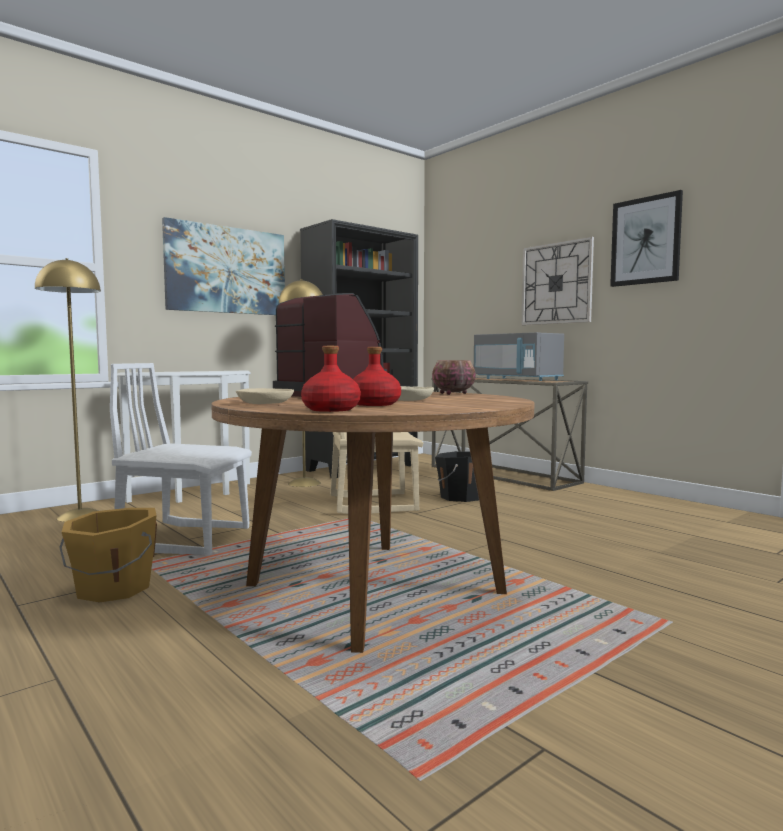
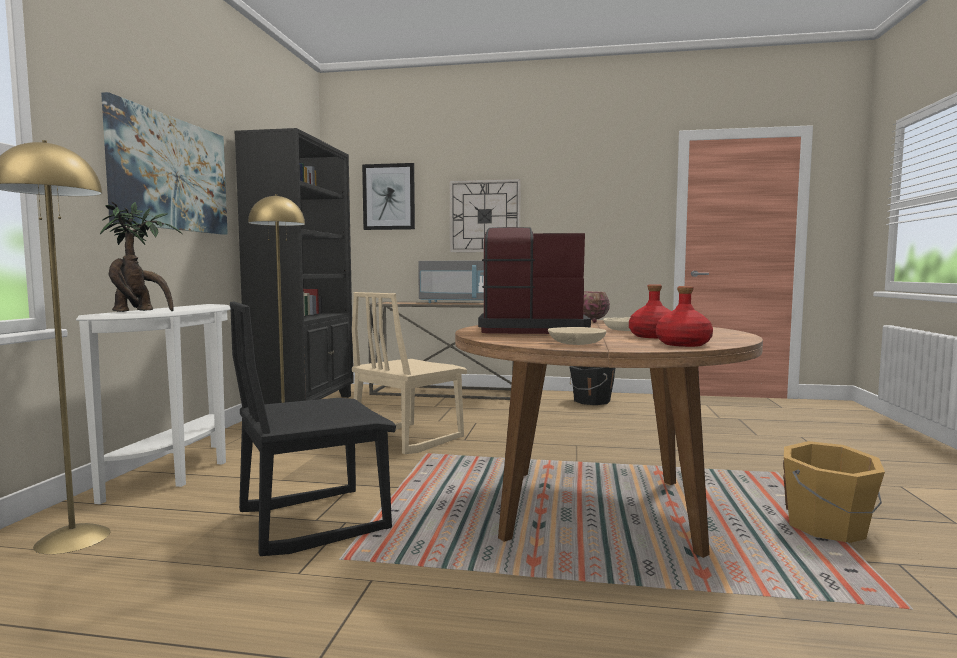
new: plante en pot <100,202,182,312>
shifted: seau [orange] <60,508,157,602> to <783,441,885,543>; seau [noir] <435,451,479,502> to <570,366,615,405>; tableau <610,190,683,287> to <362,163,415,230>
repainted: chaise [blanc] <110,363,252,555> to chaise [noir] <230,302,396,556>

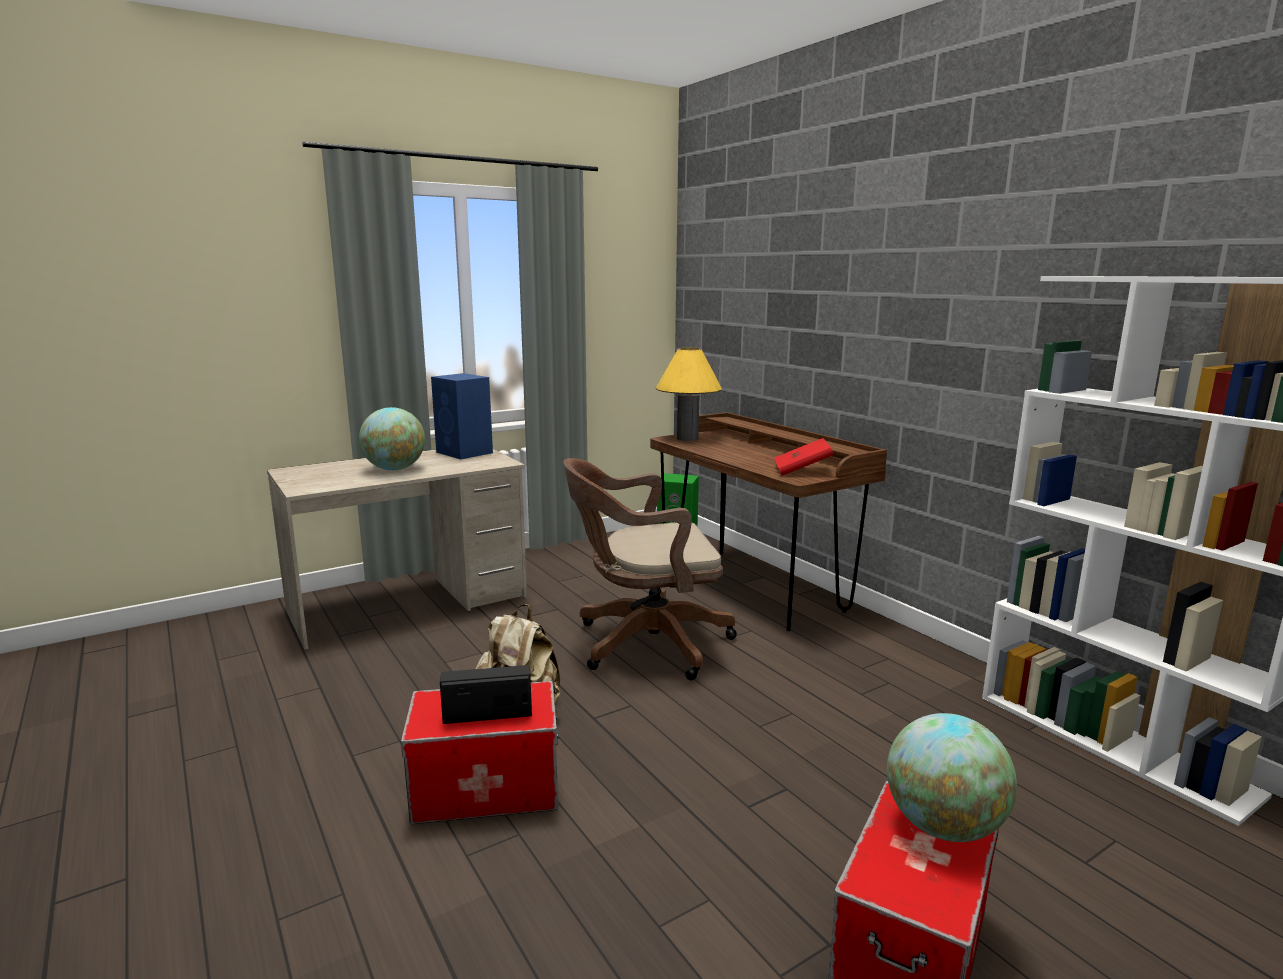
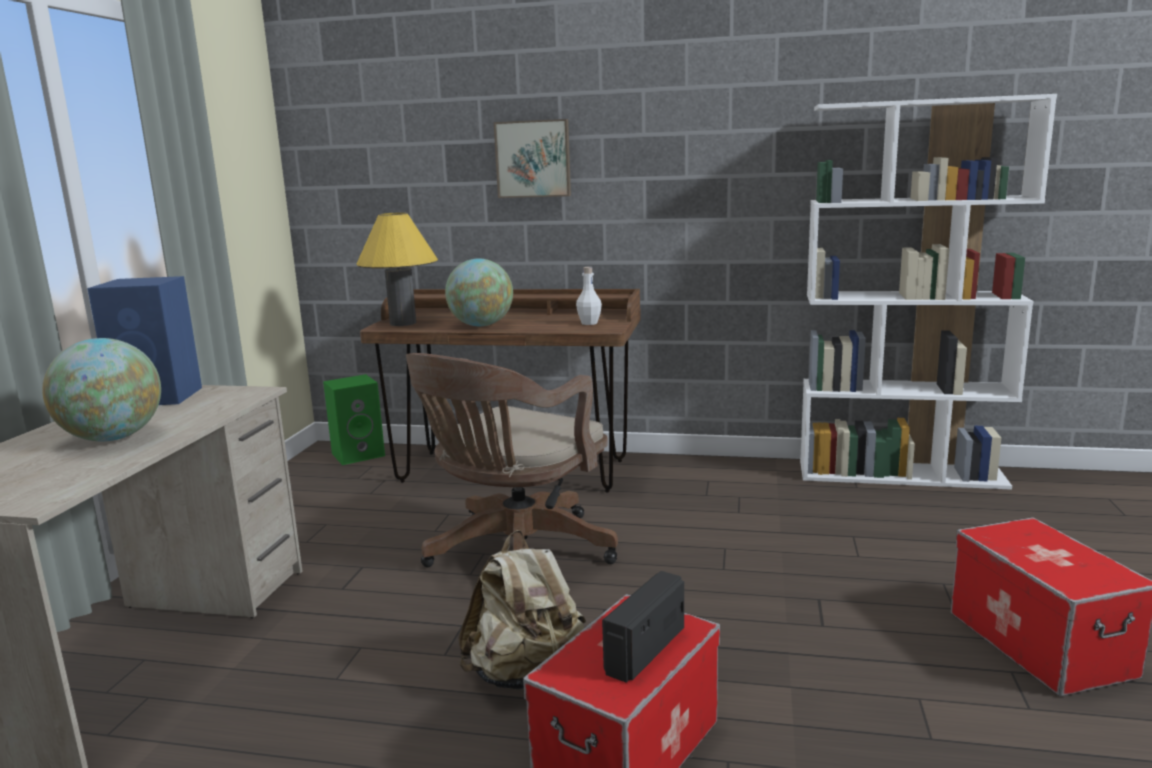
new: tableau <494,119,571,198>
shifted: globe <887,713,1017,842> to <445,259,513,326>
swapped: livre [rouge] <774,438,834,476> to bouteille [blanc] <576,267,602,325>

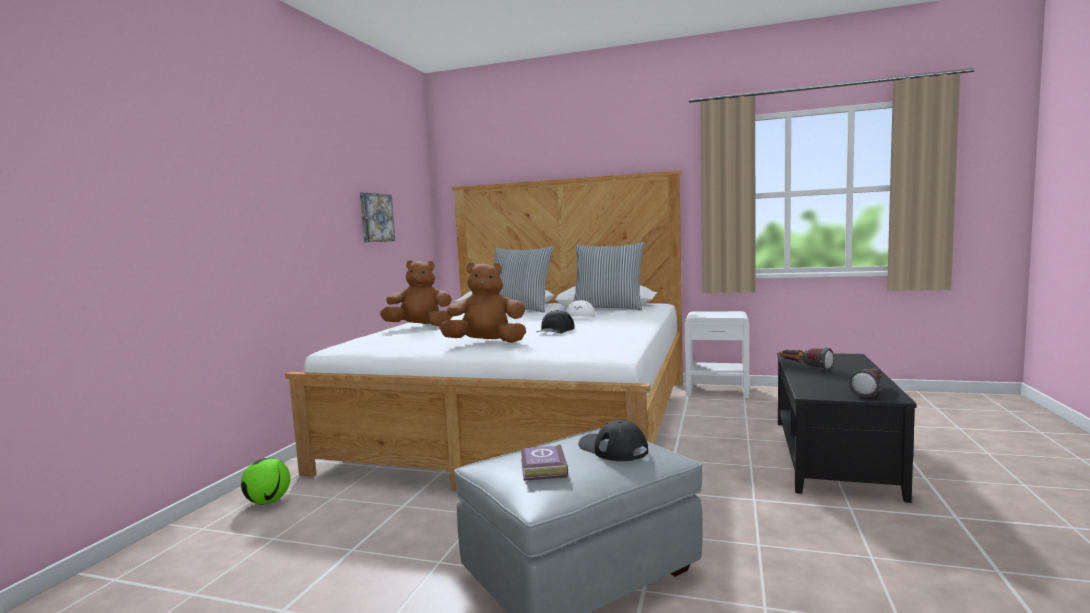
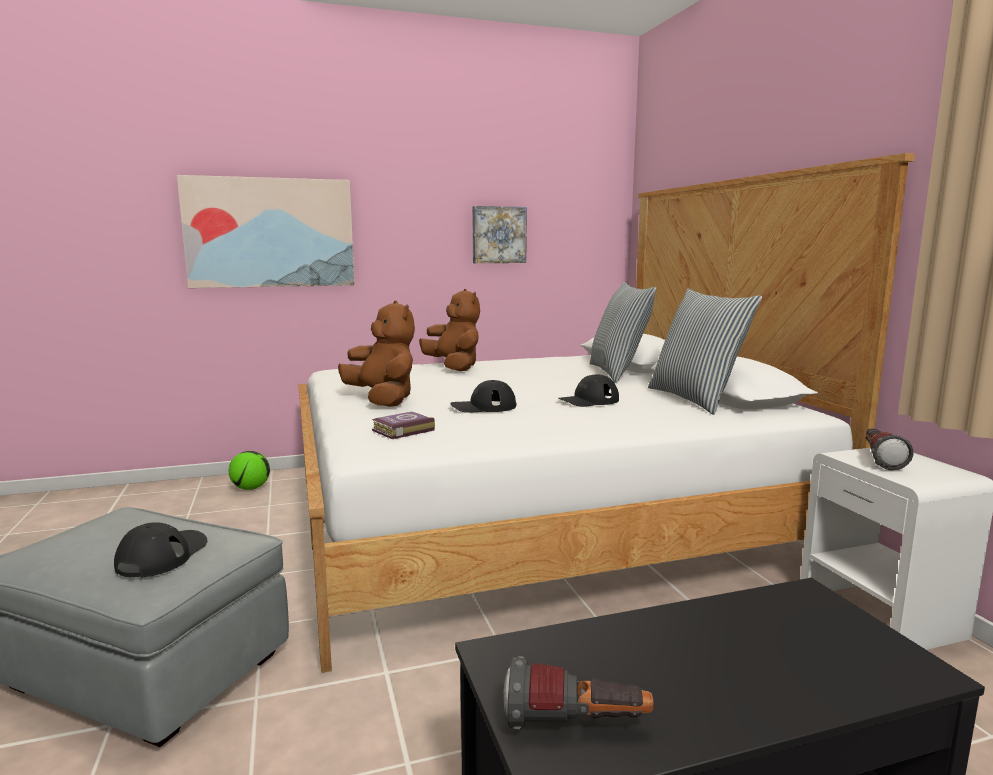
new: tableau <177,175,355,288>
shifted: livre <521,444,568,481> to <372,412,435,439>; lampe de poche <780,348,834,371> to <865,428,913,470>
repainted: casquette [blanc] <566,300,595,320> to casquette [noir] <558,374,619,407>

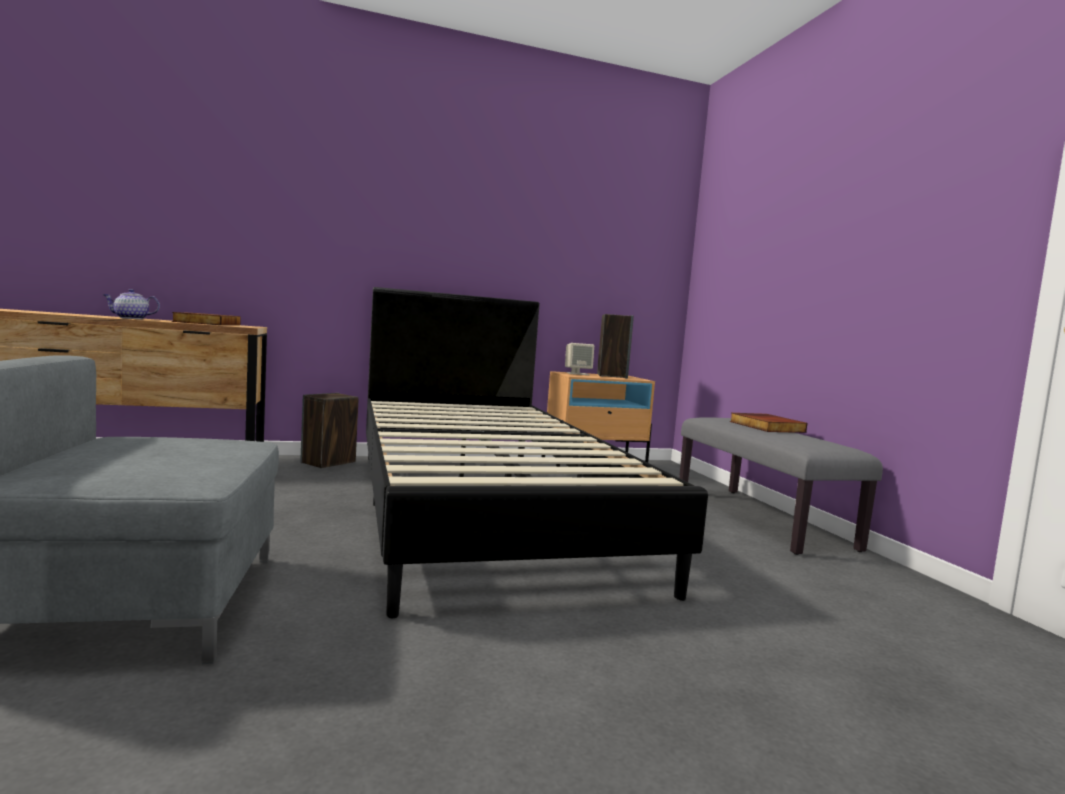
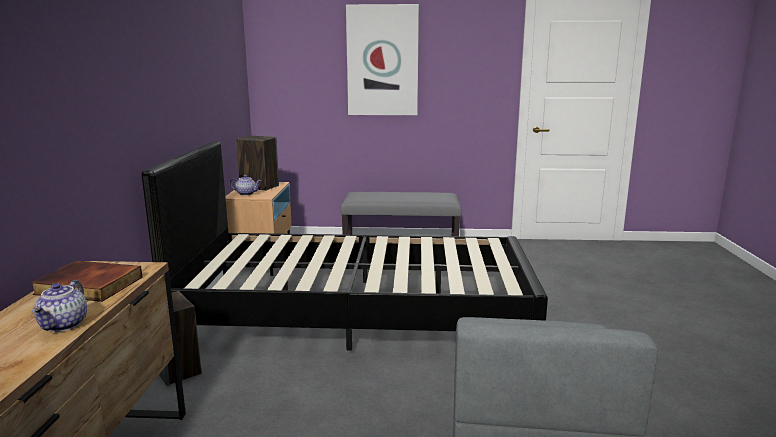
gone: livre <730,413,807,433>
new: tableau <346,4,419,115>
swapped: enceinte [beige] <565,343,594,375> to théière <230,175,261,196>

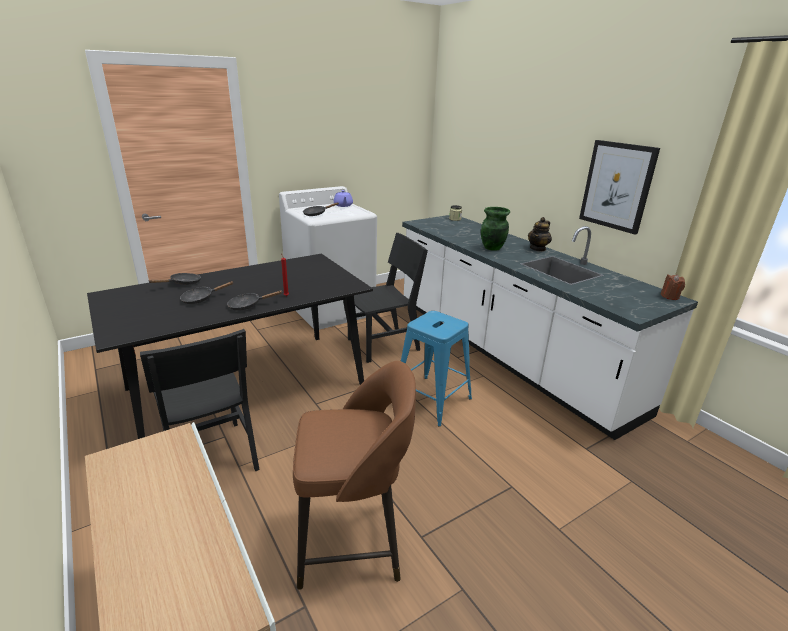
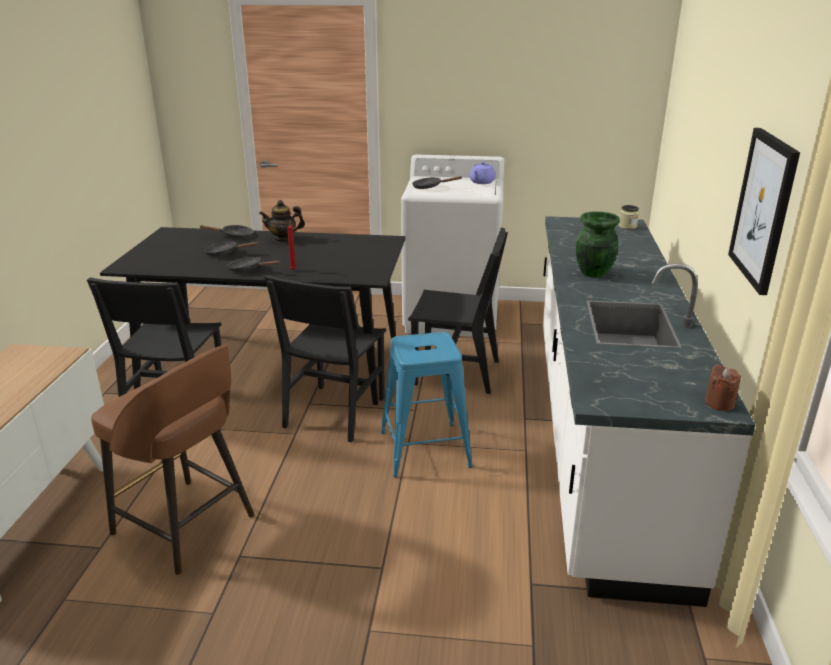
new: chaise [noir] <264,275,386,442>
shifted: théière <528,217,552,252> to <259,200,305,242>

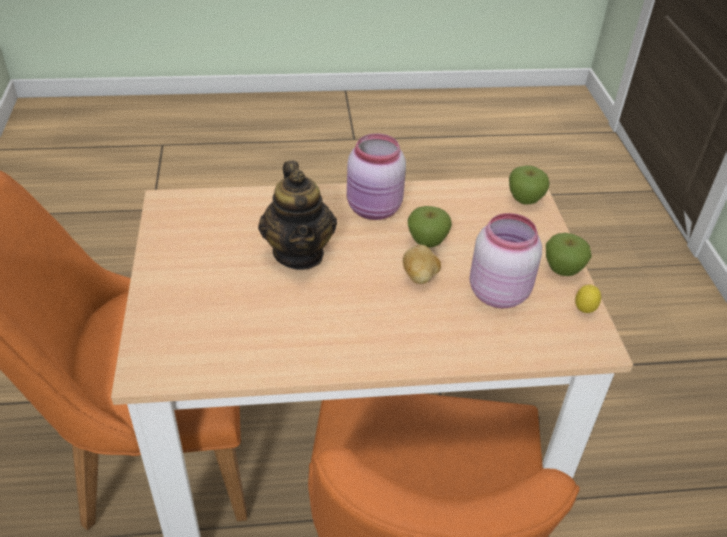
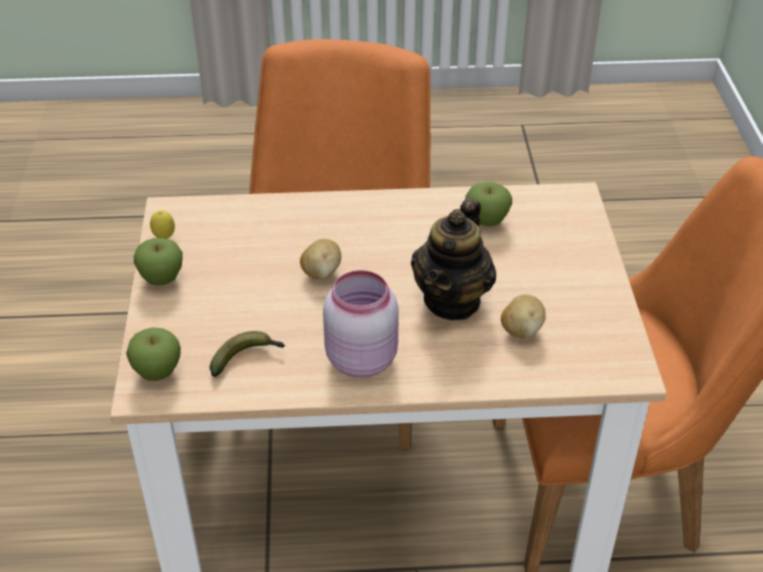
gone: bocal [rose] <469,213,542,308>
new: banane <210,331,285,377>; pomme de terre <501,294,546,338>
shifted: pomme <408,206,452,247> to <465,182,512,226>
rotated: théière <258,161,337,270> = <411,198,497,320> 150 degrees counterclockwise

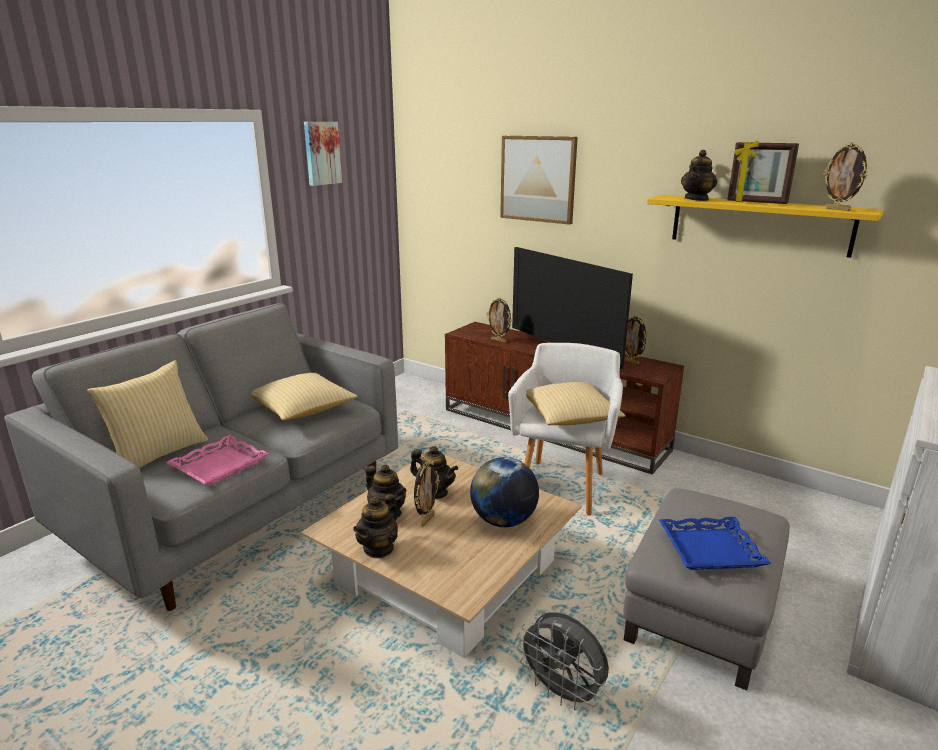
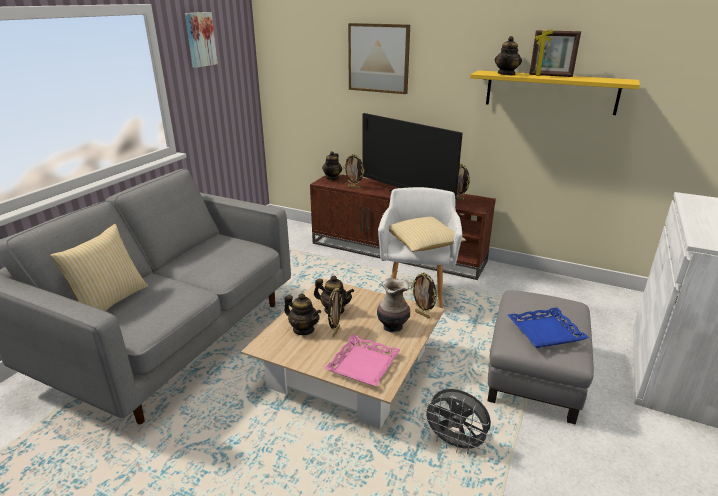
gone: coussin <252,373,358,421>
shifted: plateau [rose] <166,435,269,486> to <324,335,401,386>; théière <353,494,398,558> to <322,151,342,180>; cadre photo <823,142,868,211> to <411,272,437,319>
swapped: globe <470,457,539,527> to vase <377,278,410,333>

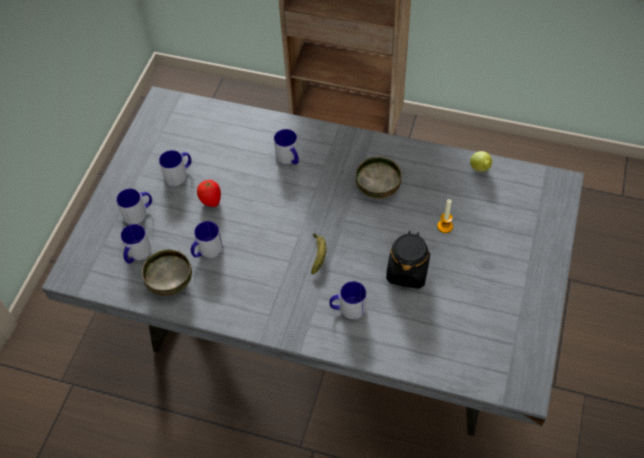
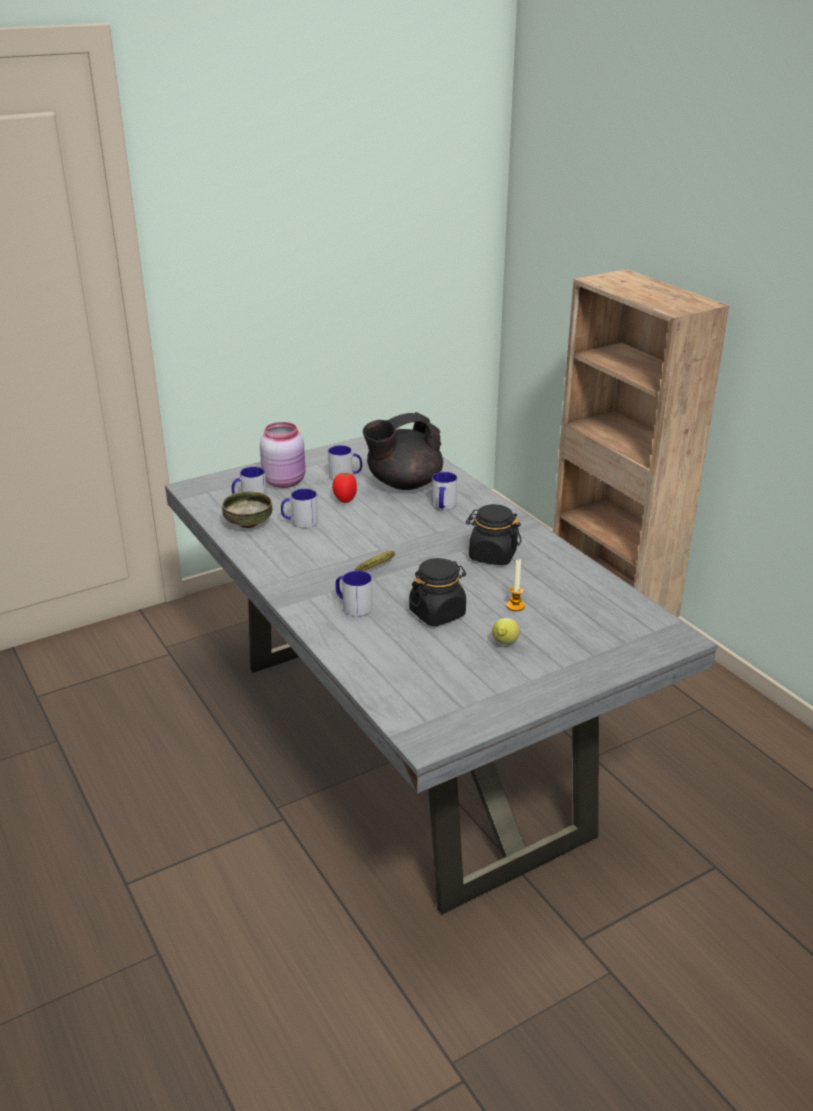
new: théière [noir] <363,412,443,490>
shifted: citron <470,151,492,172> to <492,618,520,645>
swapped: mug <116,189,152,224> to bocal [rose] <260,422,305,488>; bol <356,157,402,199> to bocal [noir] <466,504,521,565>

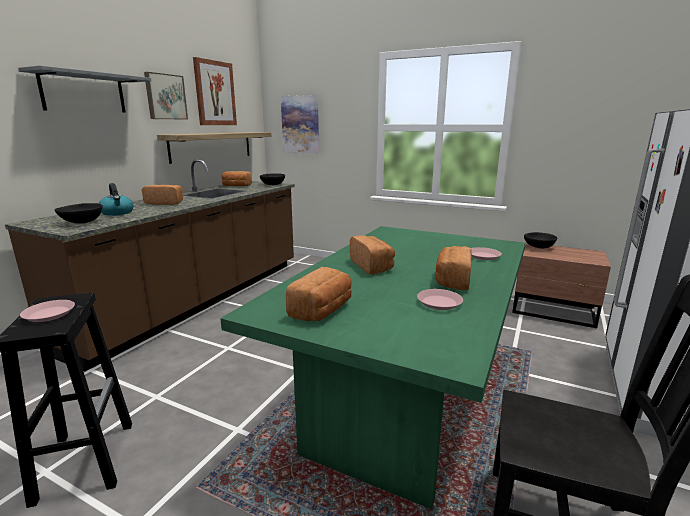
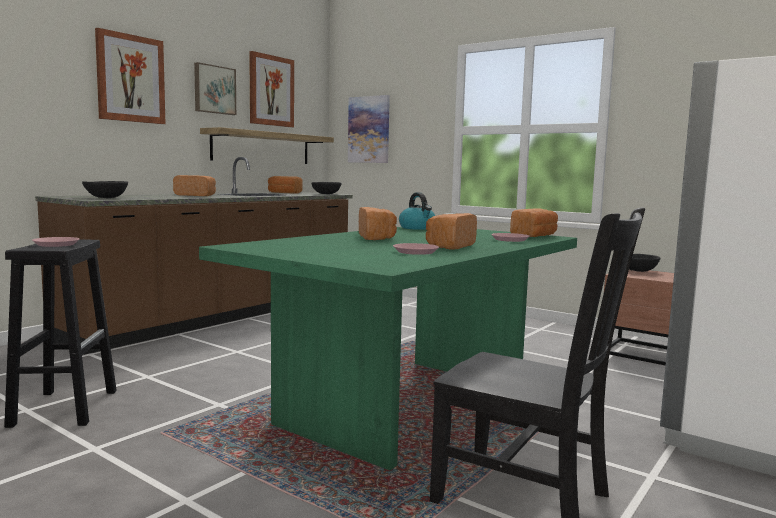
shifted: bouilloire <99,183,133,216> to <399,192,435,230>; pain <286,267,351,321> to <510,208,558,237>
swapped: étagère [gris] <18,65,151,113> to tableau <95,28,166,124>

